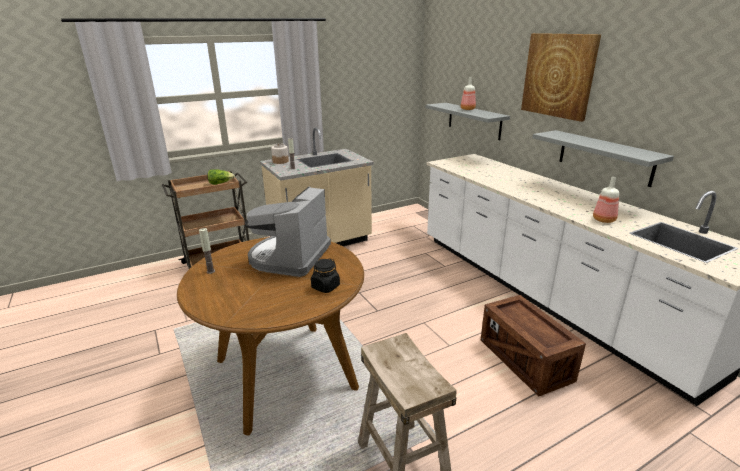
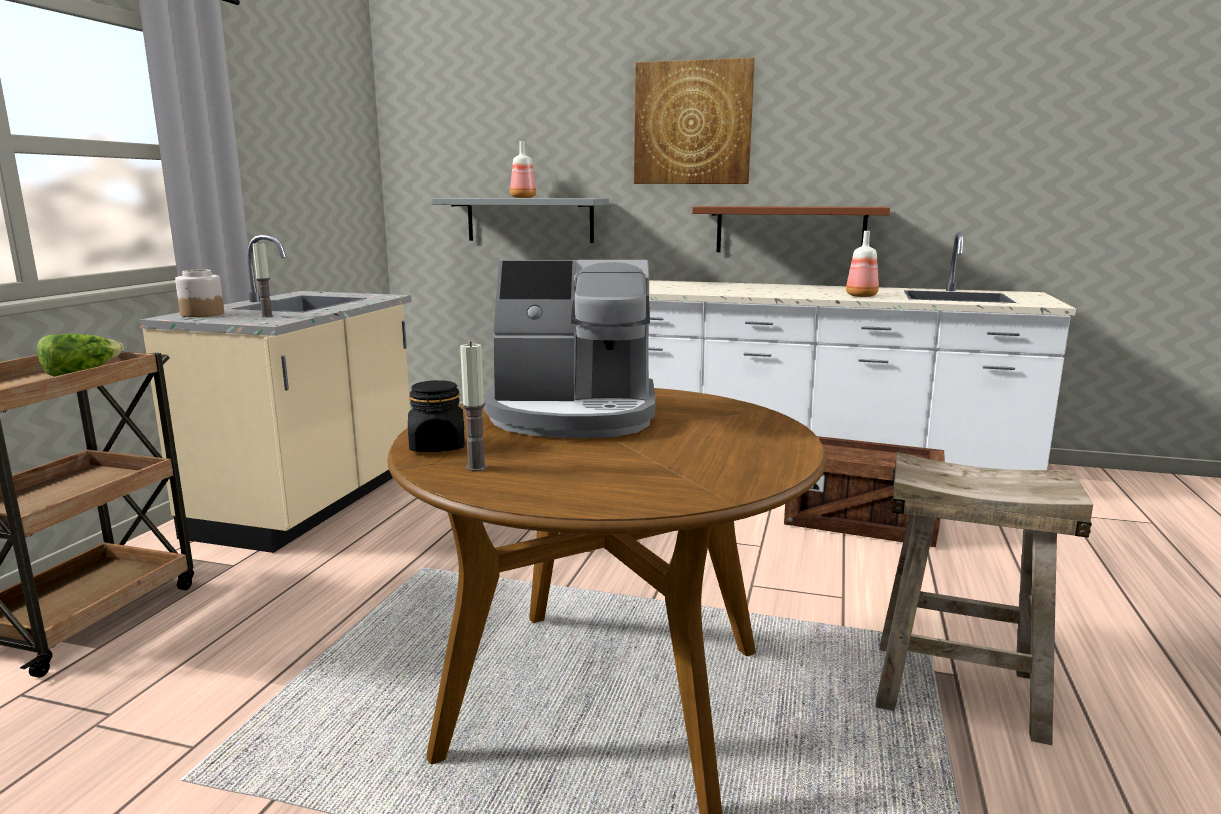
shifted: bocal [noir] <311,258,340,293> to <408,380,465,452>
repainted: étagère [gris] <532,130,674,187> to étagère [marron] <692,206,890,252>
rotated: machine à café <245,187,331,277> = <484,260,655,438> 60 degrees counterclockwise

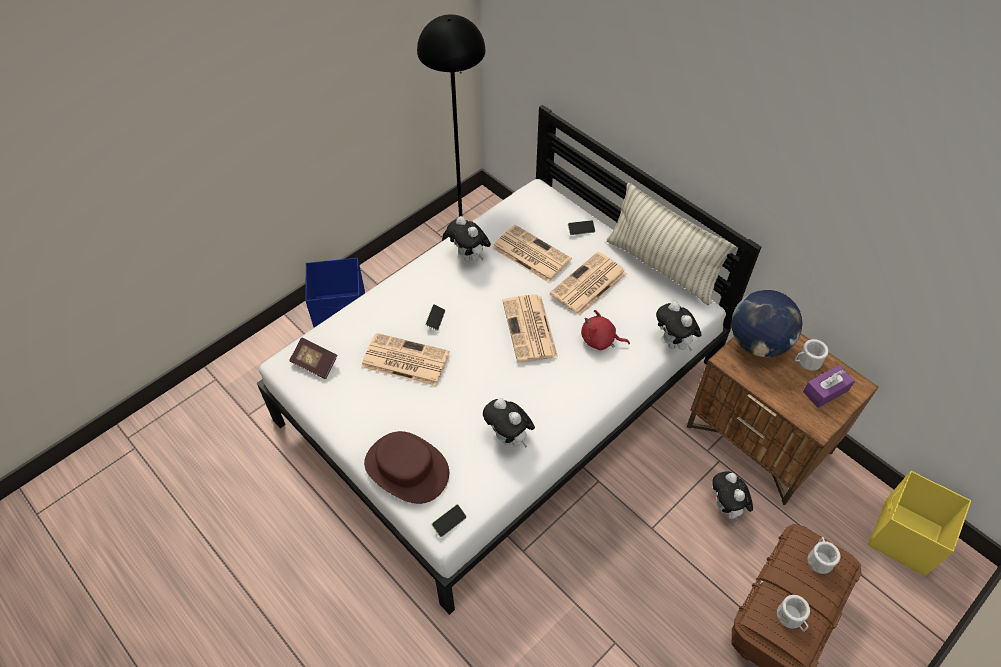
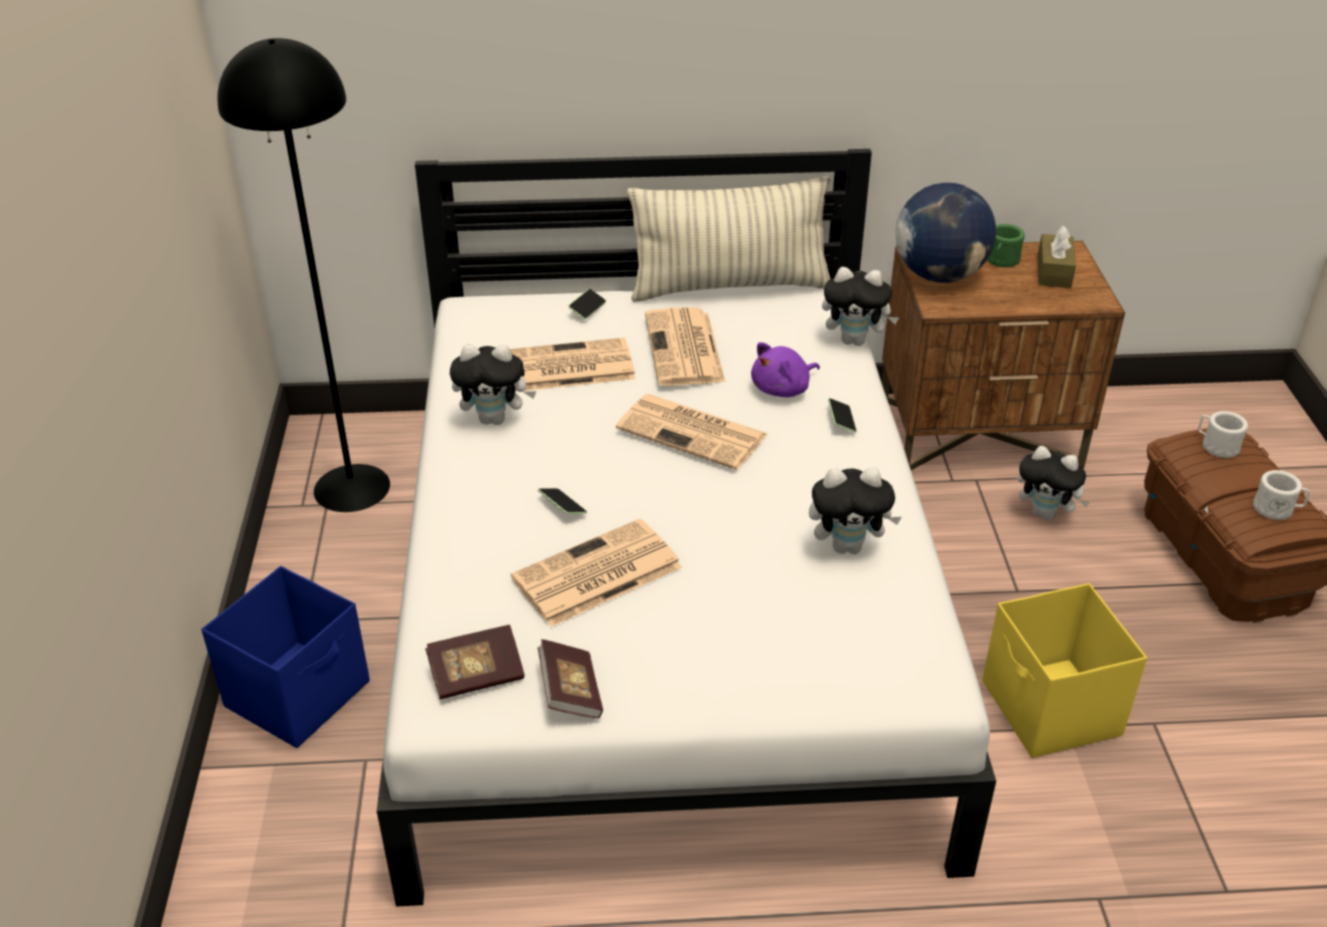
gone: chapeau [marron] <364,431,449,504>
new: livre <538,639,603,719>
shifted: téléphone <431,504,466,537> to <828,398,857,432>; boîte de rangement [jaune] <868,471,971,576> to <982,583,1147,758>
repainted: peluche [rouge] <581,310,630,350> to peluche [violet] <751,342,820,397>; mug [blanc] <794,339,829,371> to mug [vert] <987,224,1025,267>; boîte à mouchoirs [violet] <803,365,855,408> to boîte à mouchoirs [marron] <1037,226,1076,288>

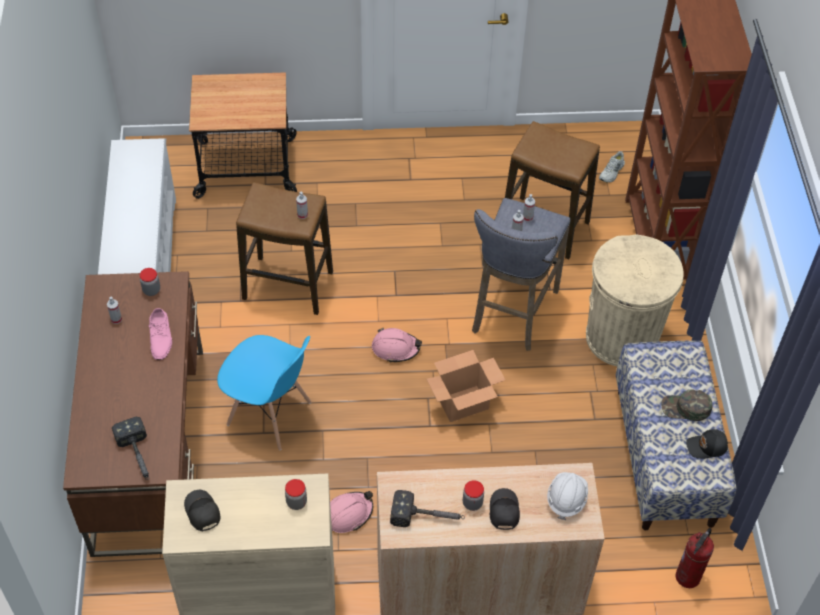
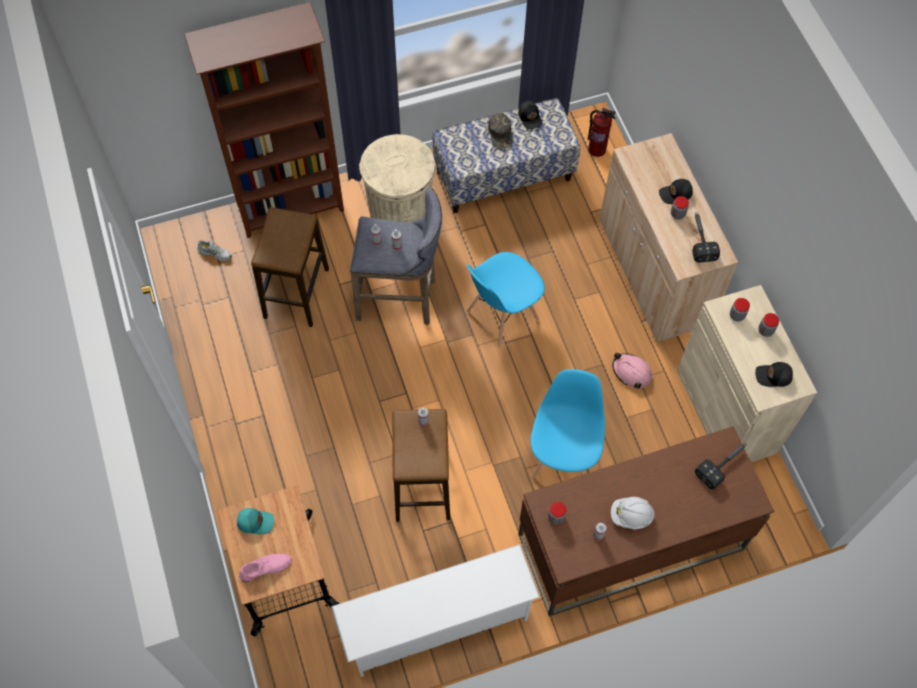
gone: casque de chantier [rose] <372,328,422,363>
new: casquette [turquoise] <237,508,274,534>; bocal <758,313,779,337>
shifted: chaussure [rose] <149,308,172,360> to <239,554,291,582>; casque de chantier [blanc] <547,472,588,520> to <611,497,654,529>
swapped: carton <426,350,505,422> to chaise [bleu] <467,252,545,348>
rotated: casquette [noir] <184,490,220,531> = <755,362,793,387> 45 degrees clockwise

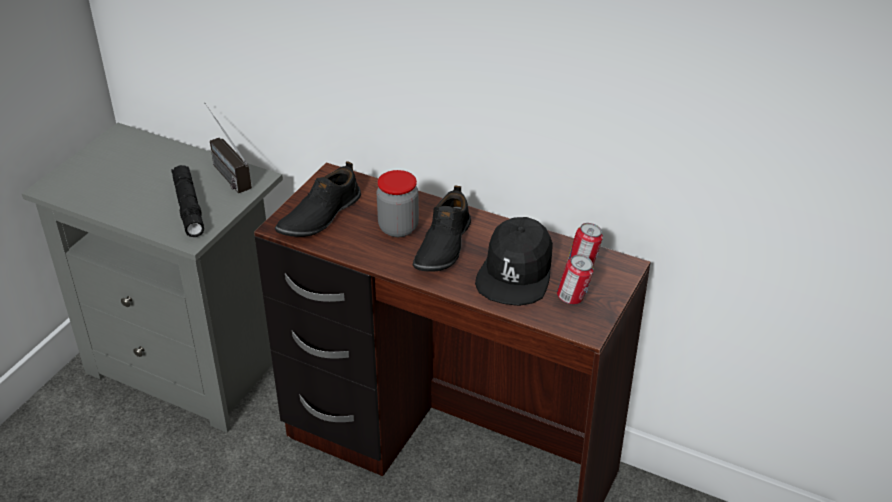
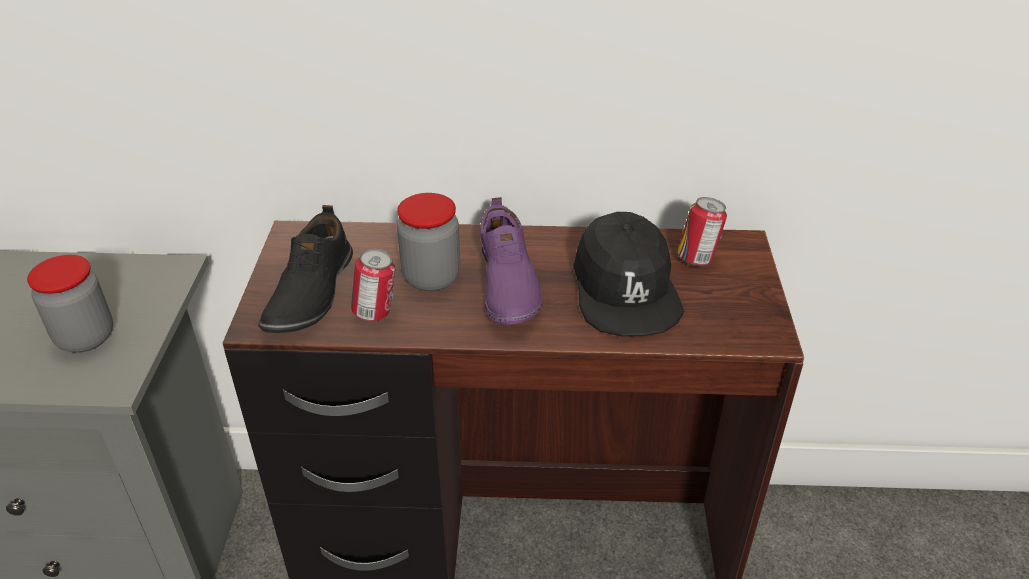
gone: radio <204,103,252,193>
shifted: boîte métallique <557,255,594,305> to <351,249,395,322>
swapped: lampe de poche [noir] <171,165,204,237> to bocal <27,255,113,352>
repainted: chaussure [noir] <413,185,471,272> to chaussure [violet] <480,197,543,325>

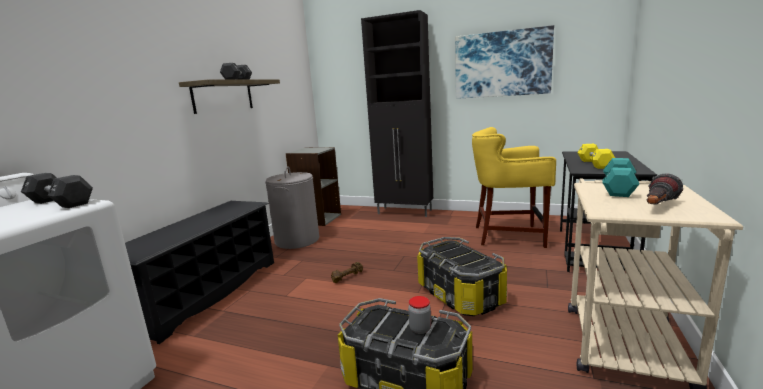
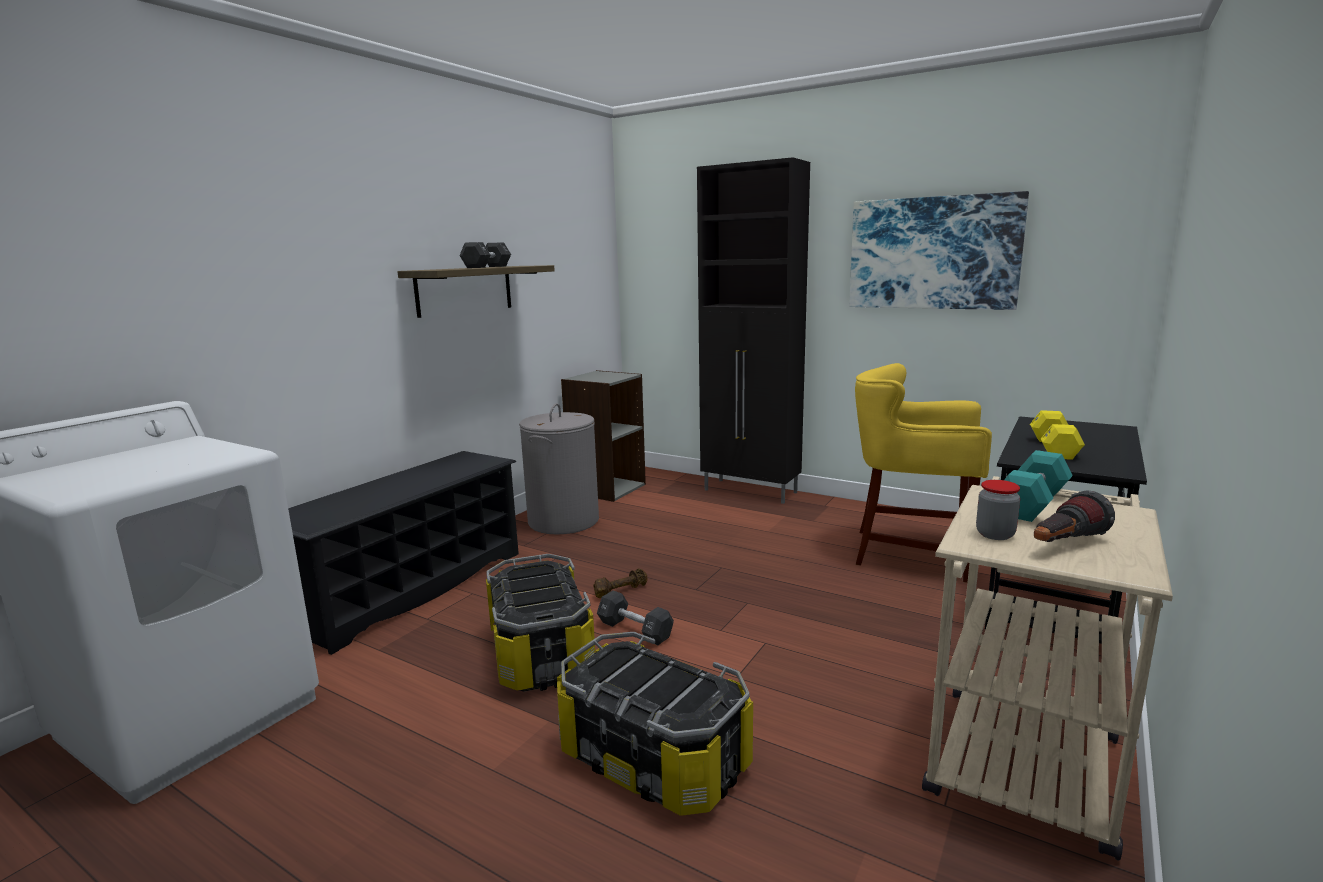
shifted: haltère [noir] <21,173,93,208> to <597,590,674,645>; bocal <408,296,431,334> to <976,480,1020,540>; boîte de rangement <417,237,507,316> to <486,554,595,692>

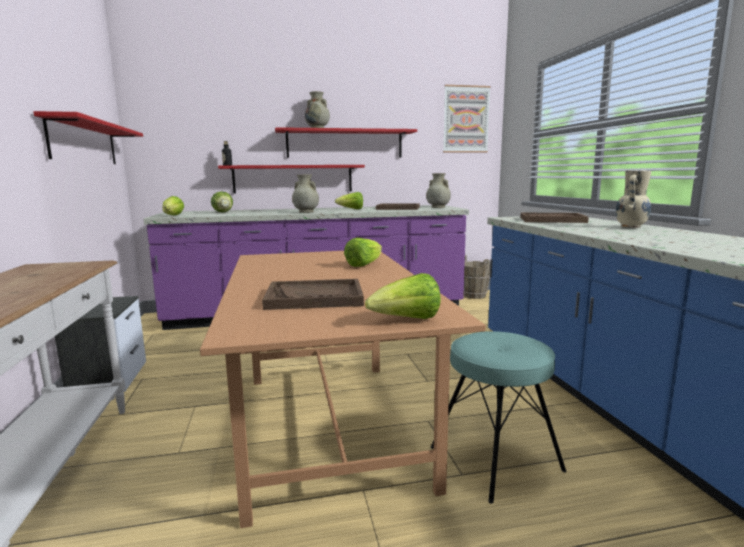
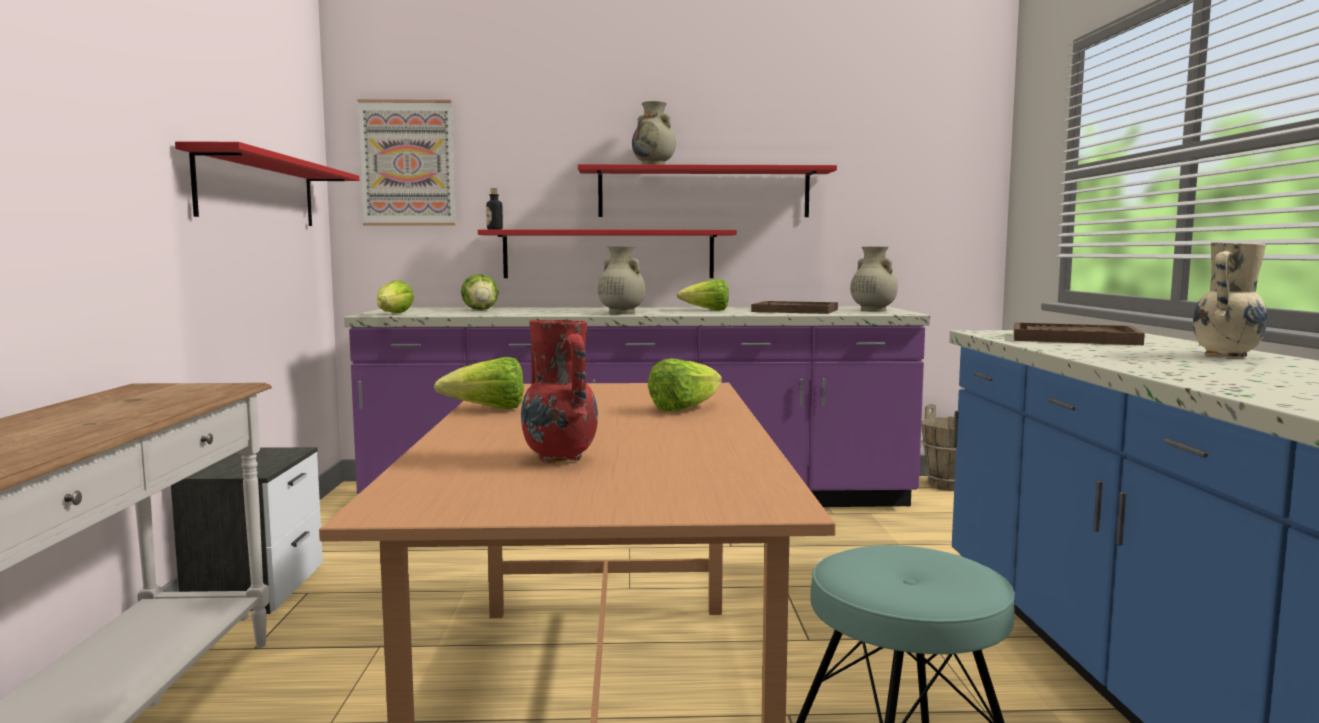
shifted: laitue <365,273,441,319> to <434,357,524,409>; tableau <443,85,491,152> to <358,99,456,226>
swapped: plateau [marron] <262,279,364,310> to vase [rouge] <521,320,598,463>

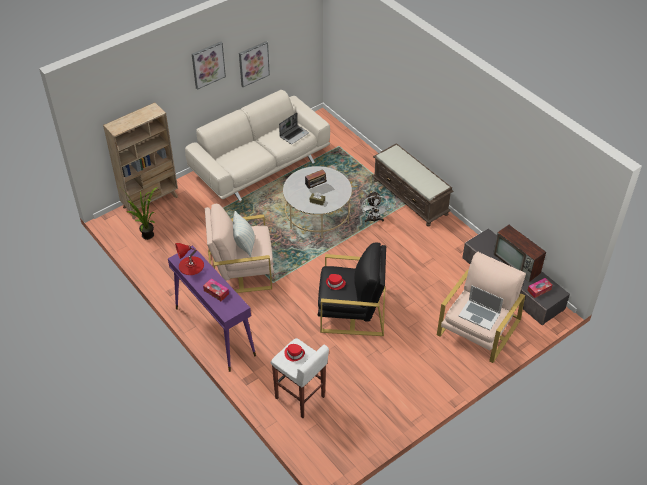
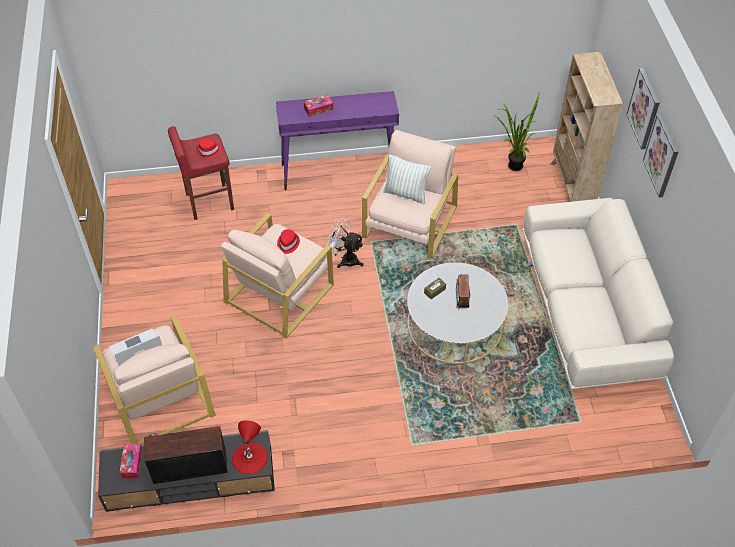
gone: ordinateur portable <279,113,309,144>; banc [marron] <372,143,453,226>
shifted: lampe de table [rouge] <175,243,204,275> to <232,420,268,474>; tableau <239,41,270,87> to <626,68,660,149>; ventilateur [blanc] <361,191,390,223> to <327,218,364,268>
repainted: tabouret [blanc] <271,338,329,418> to tabouret [rouge] <168,126,234,220>; fauteuil [noir] <317,242,386,336> to fauteuil [beige] <221,213,334,339>

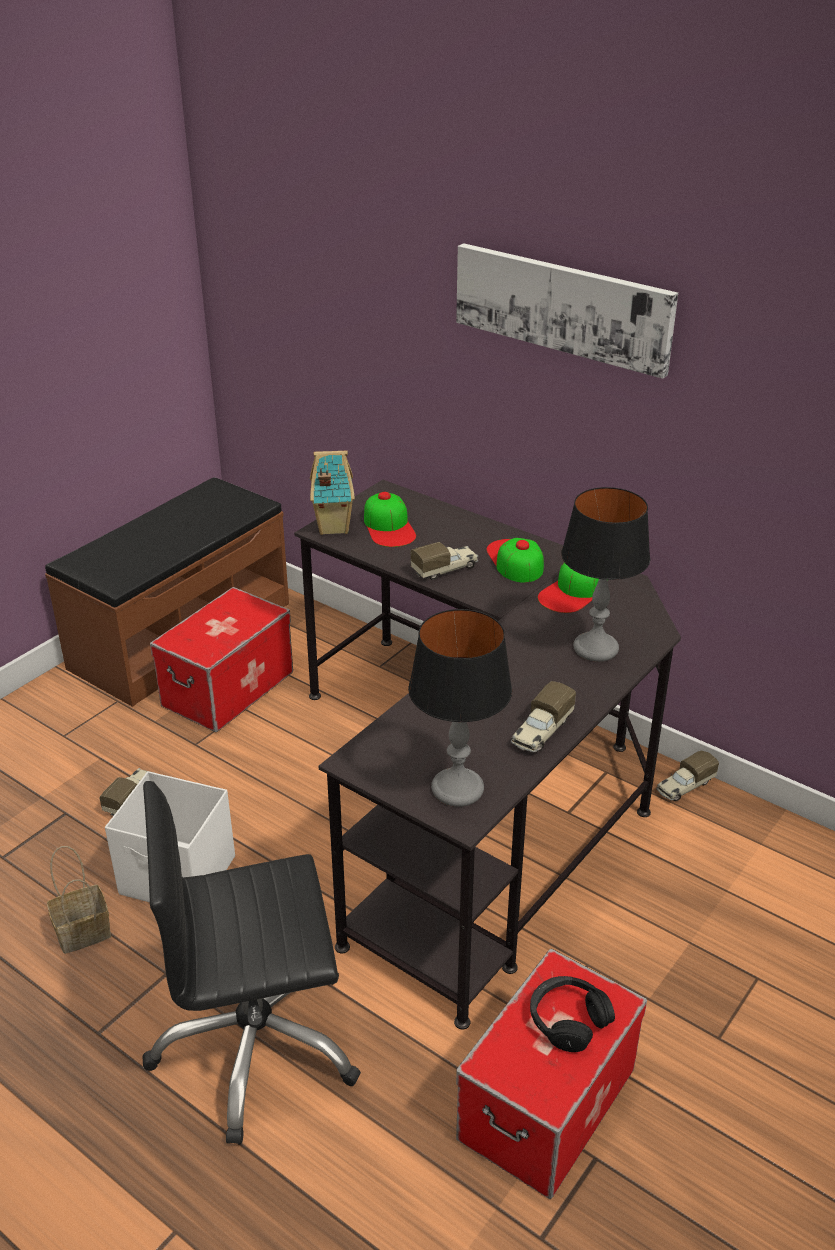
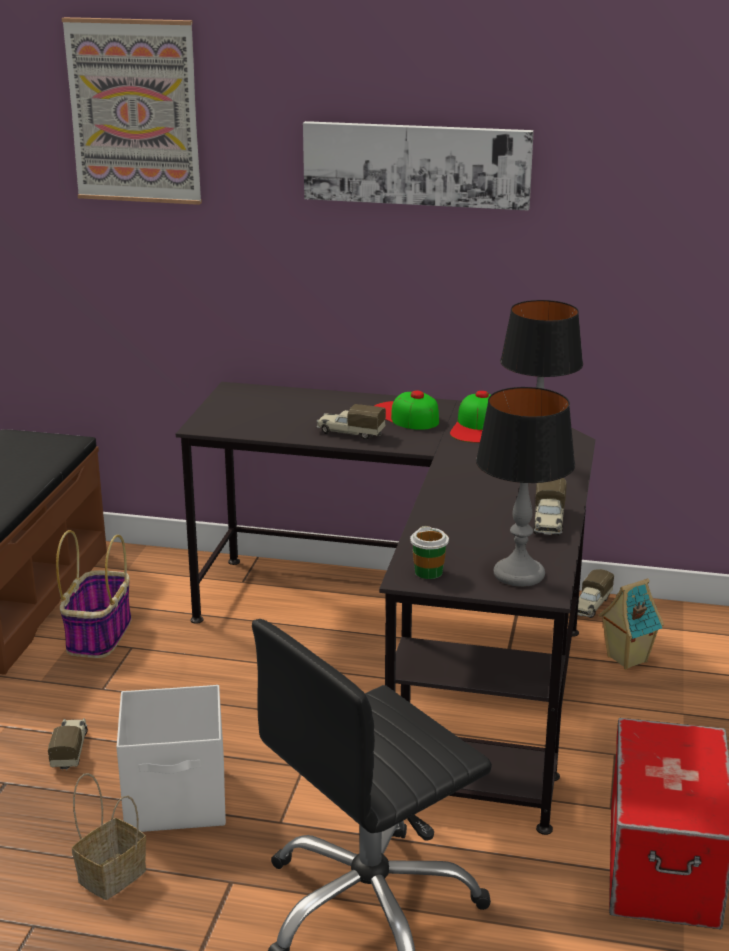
gone: casquette <364,492,416,547>; casque audio [noir] <530,976,615,1052>
new: tableau <62,17,202,205>; tasse <410,526,449,579>
shifted: maison miniature <310,450,355,535> to <599,578,664,670>
swapped: boîte de rangement <150,587,293,732> to panier <56,530,131,658>
rotated: camion jouet <411,542,478,580> = <317,404,386,440> 105 degrees counterclockwise

